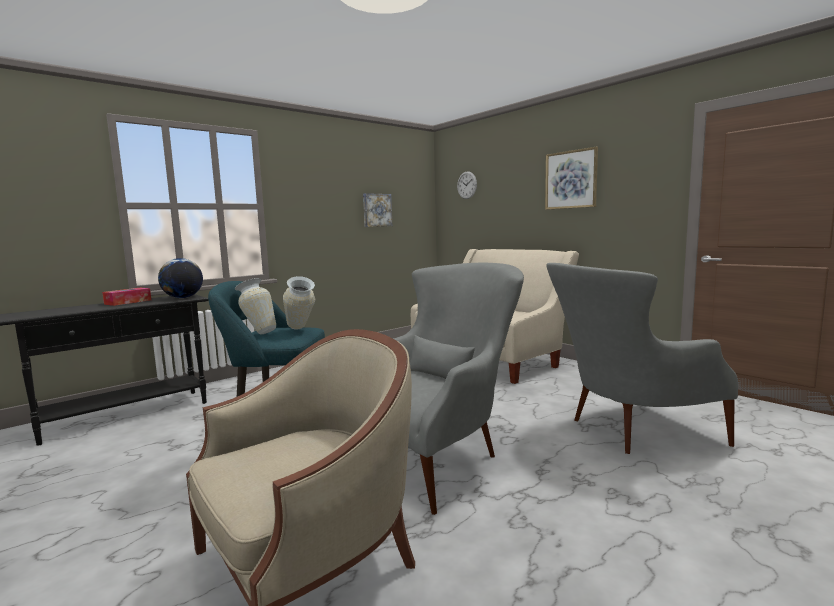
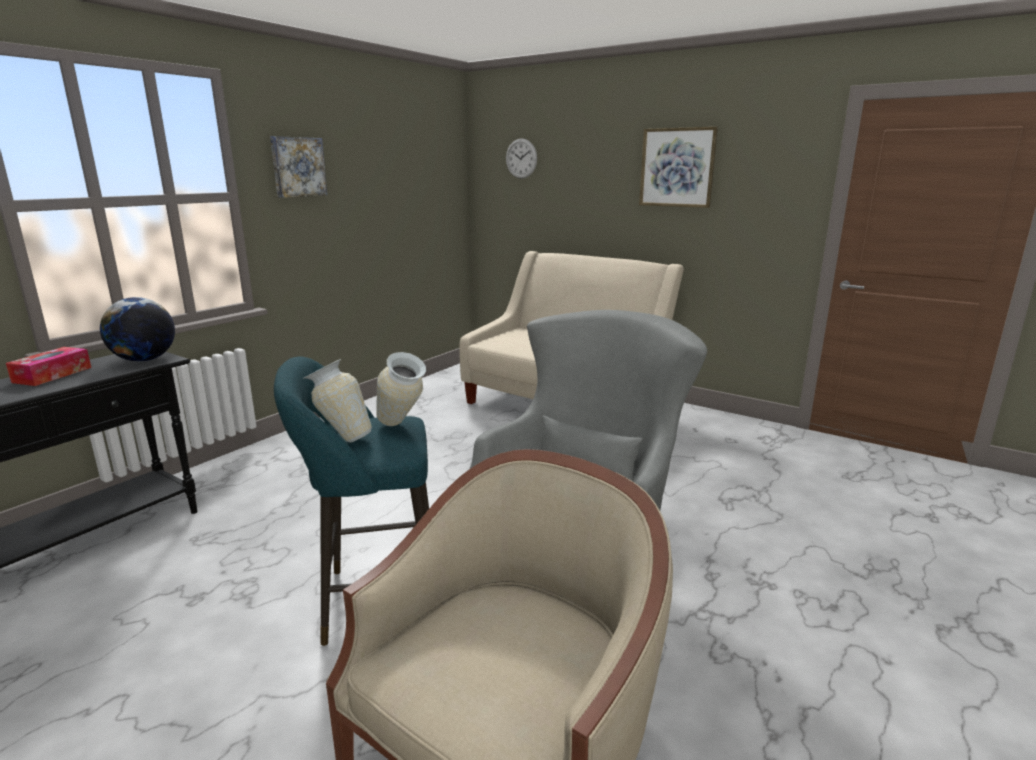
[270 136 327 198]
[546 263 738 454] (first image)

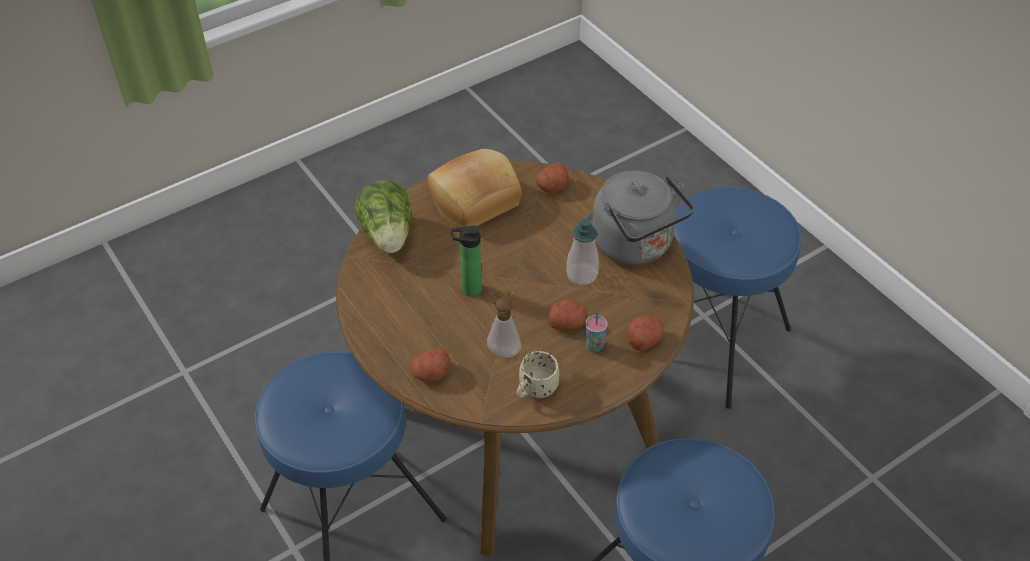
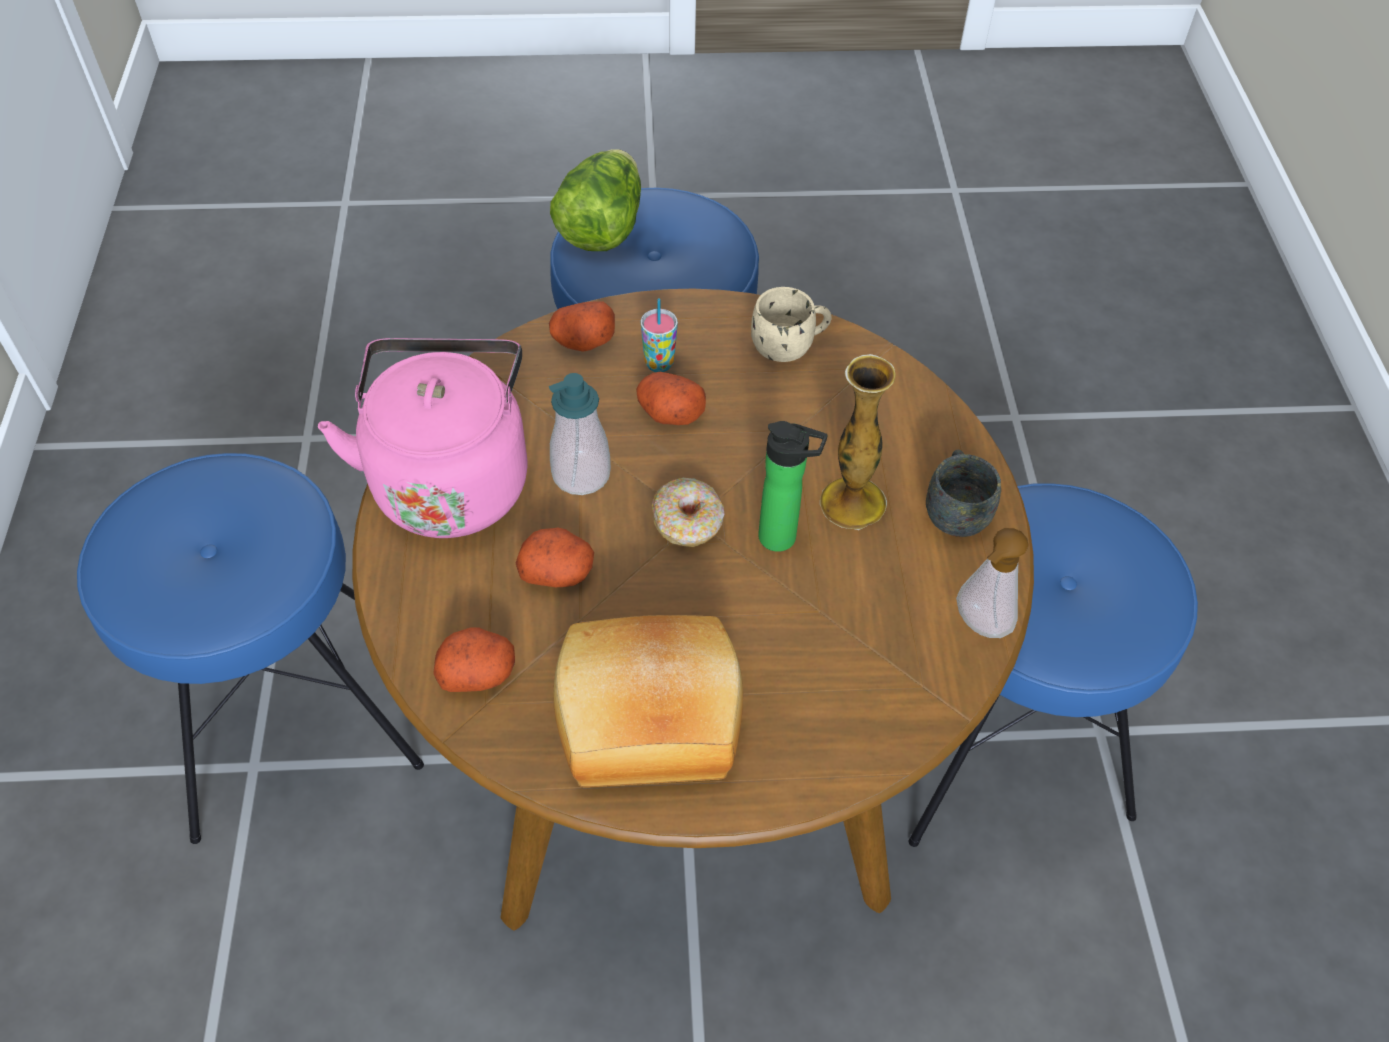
[550 149 641 251]
[516 528 594 587]
[956 528 1029 638]
[318 338 528 538]
[652 478 725 547]
[820 354 896 530]
[926 450 1001 537]

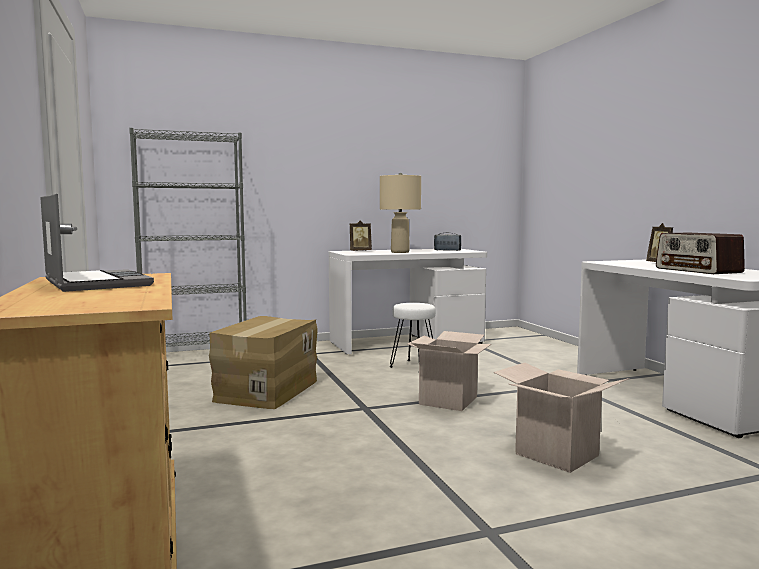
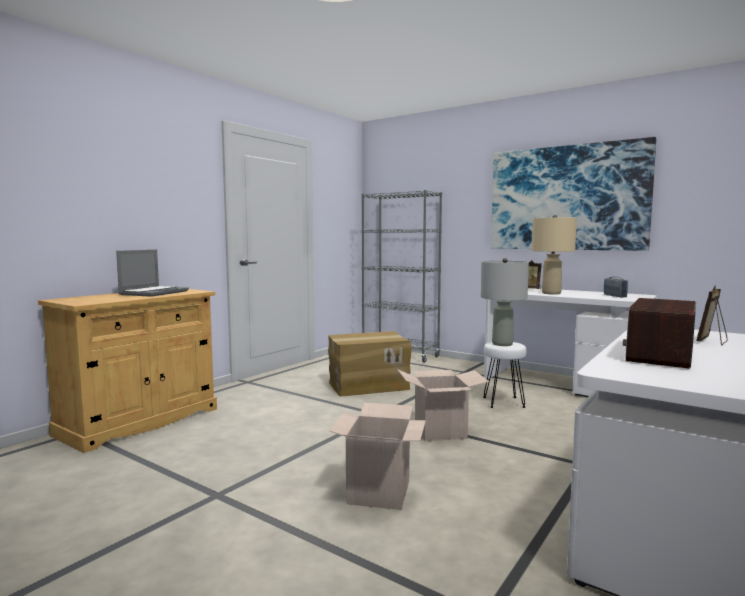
[481 258 529 346]
[491 137 656 251]

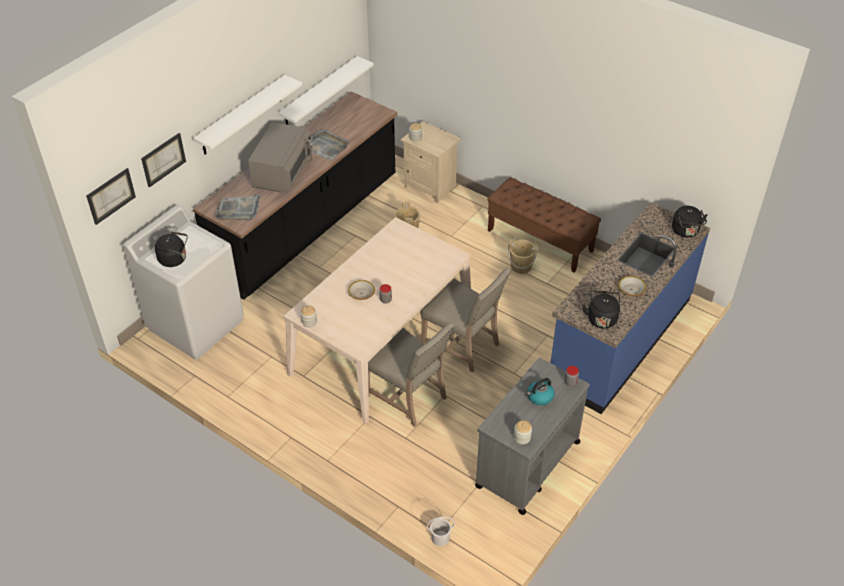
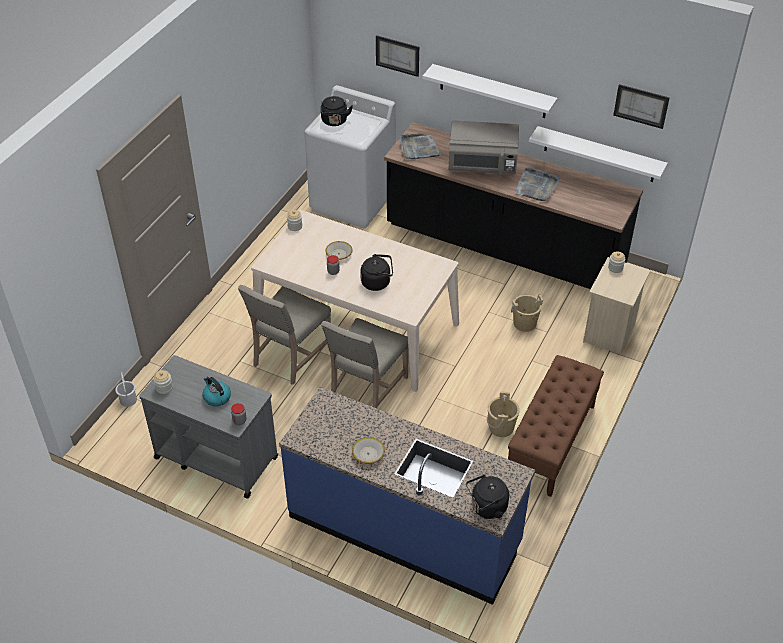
[613 84 670 129]
[360 254 393 291]

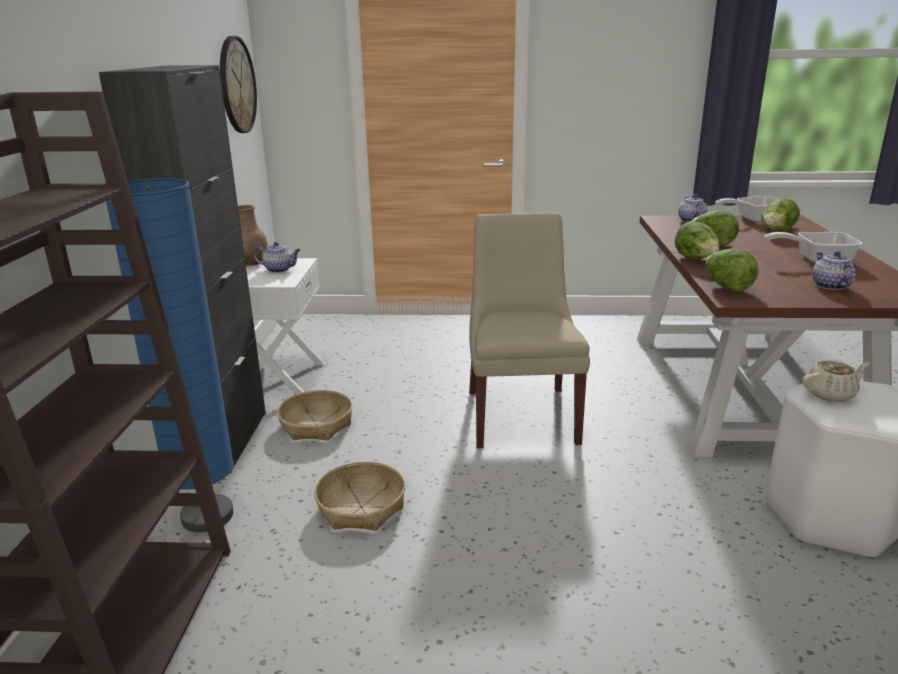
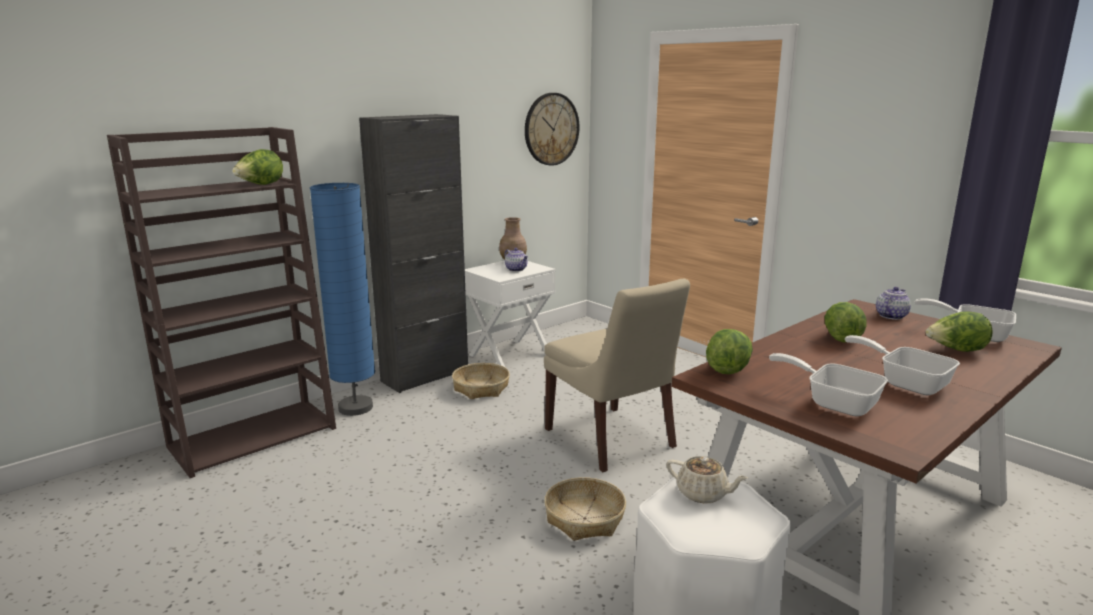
[544 477 626 541]
[544 279 690 472]
[232 149 283 185]
[769 353 888 417]

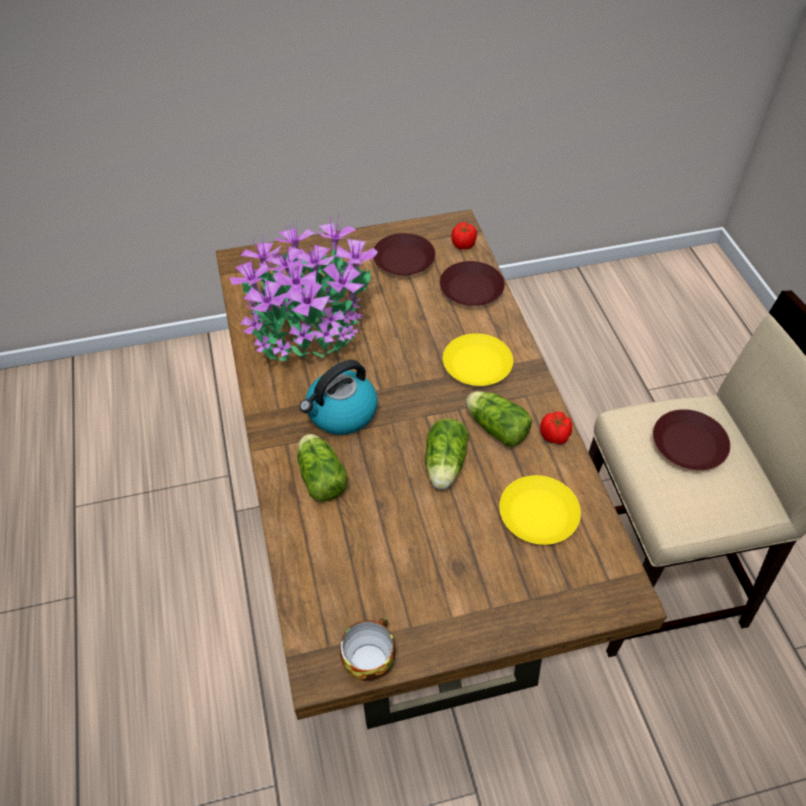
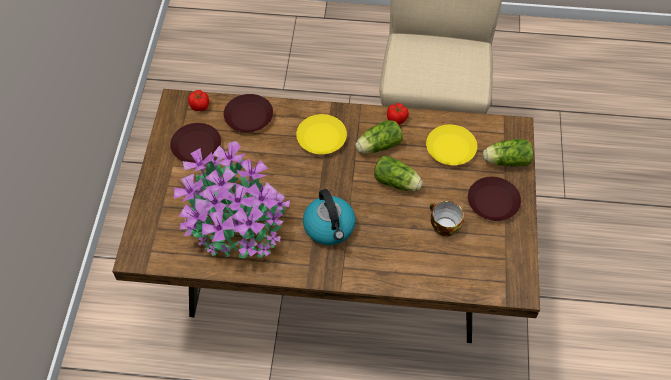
[483 139 533 167]
[430 201 464 237]
[468 177 521 221]

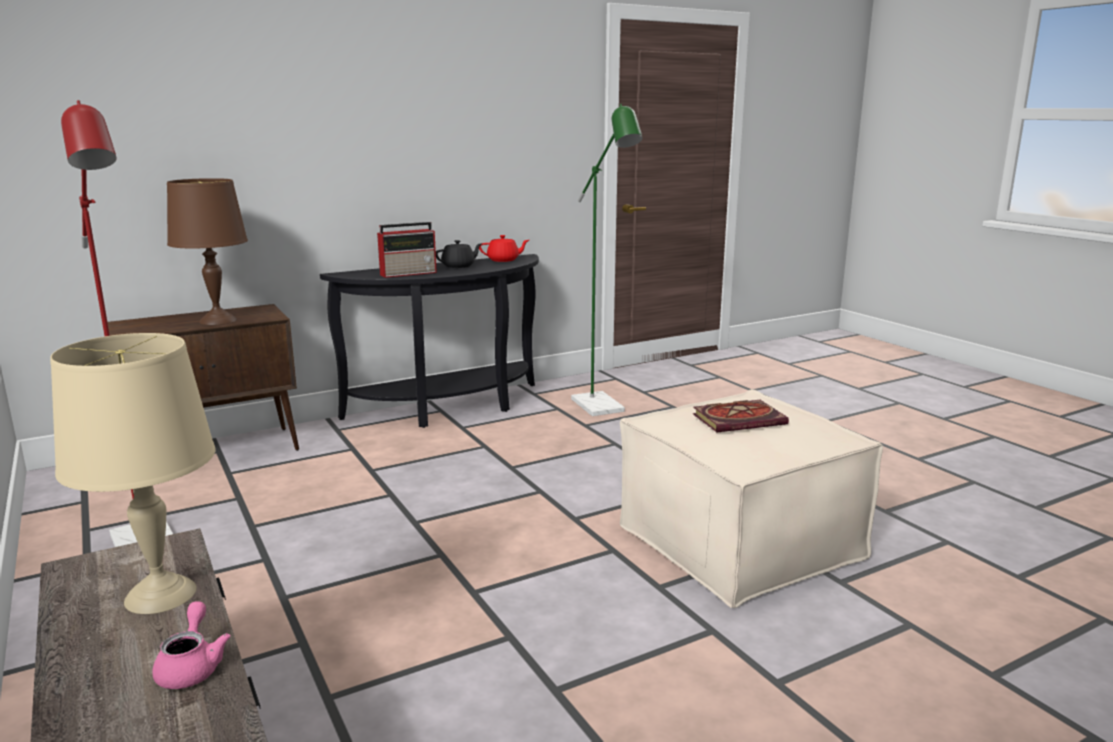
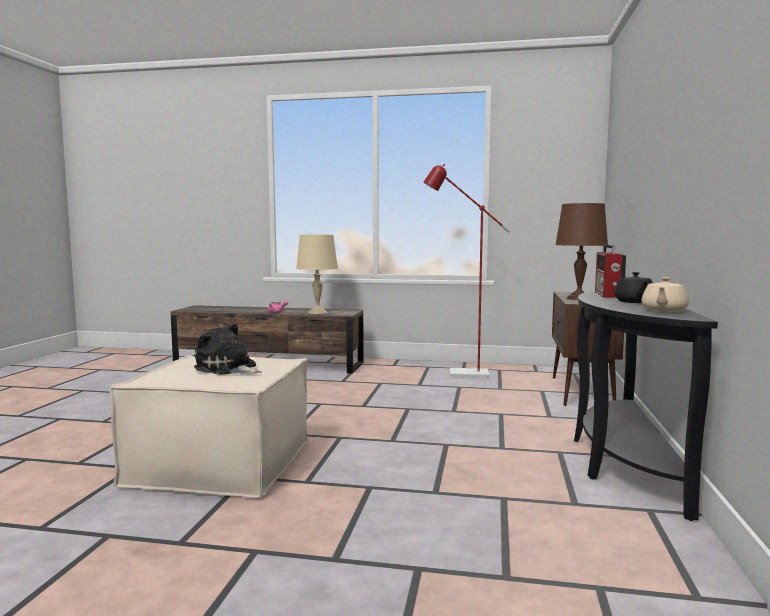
[641 277 689 312]
[571 103 642 416] (first image)
[194 323 262 375]

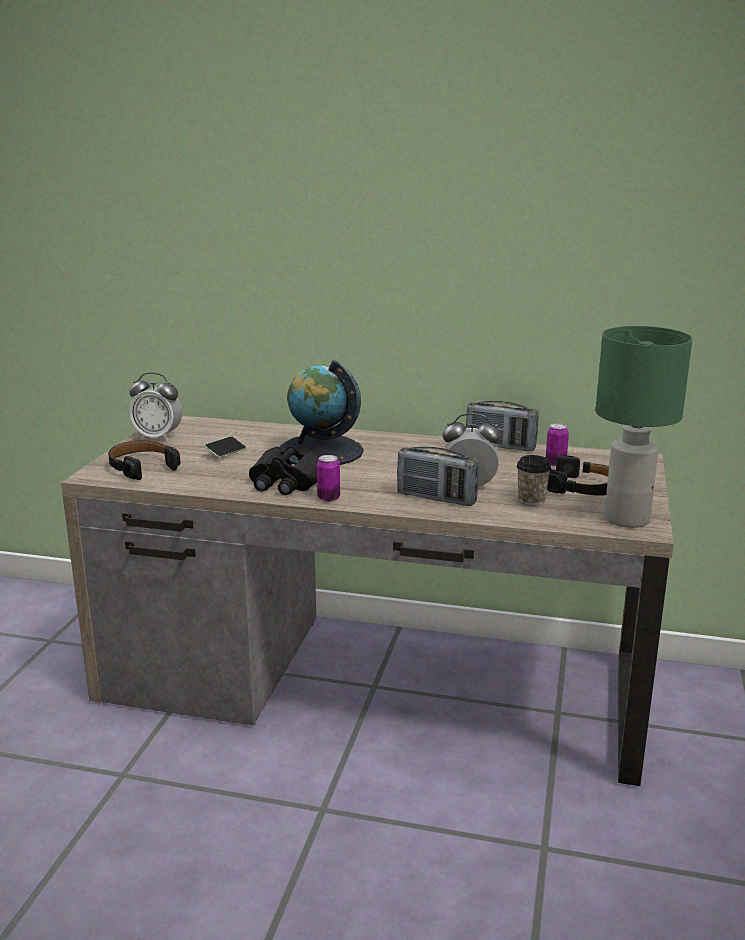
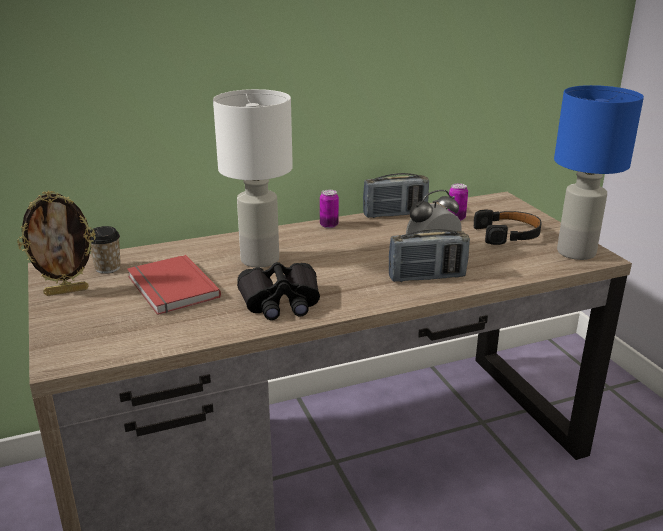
[108 441 180 480] (first image)
[17 191 96 296]
[127 255 221 315]
[213 89 293 268]
[320 190 339 228]
[90 226 121 274]
[554 85 644 260]

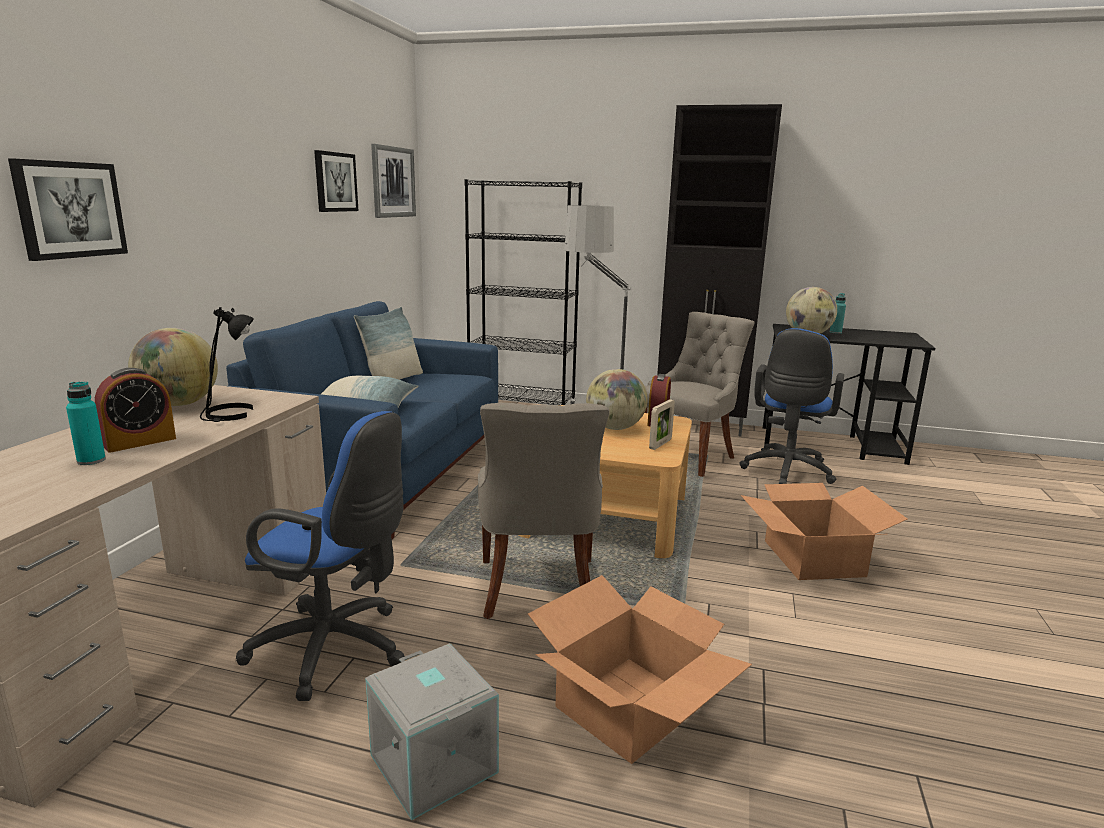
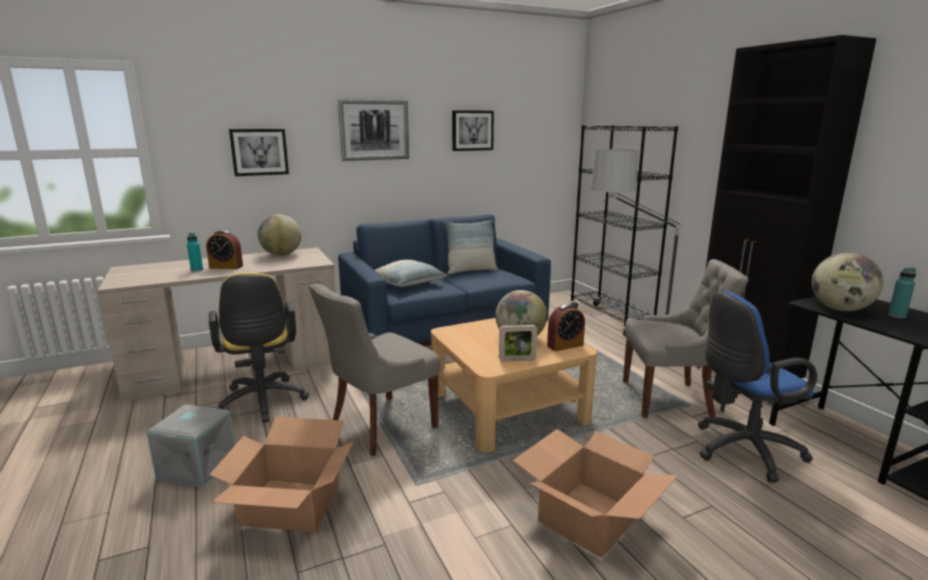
[200 307 254 422] (first image)
[209 273 309 423]
[338 99 409 161]

